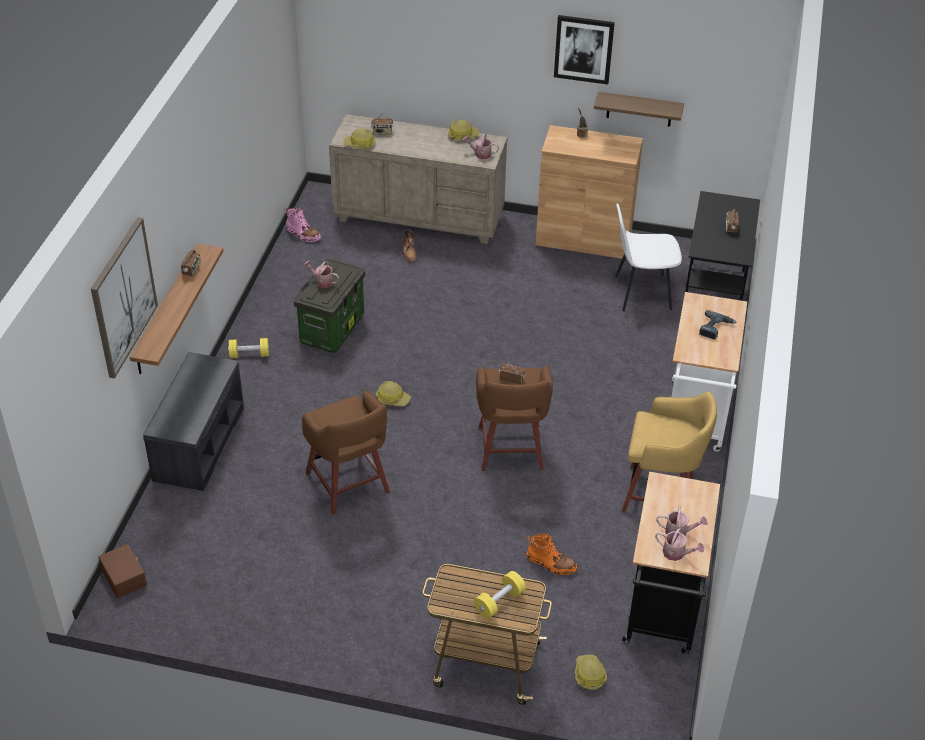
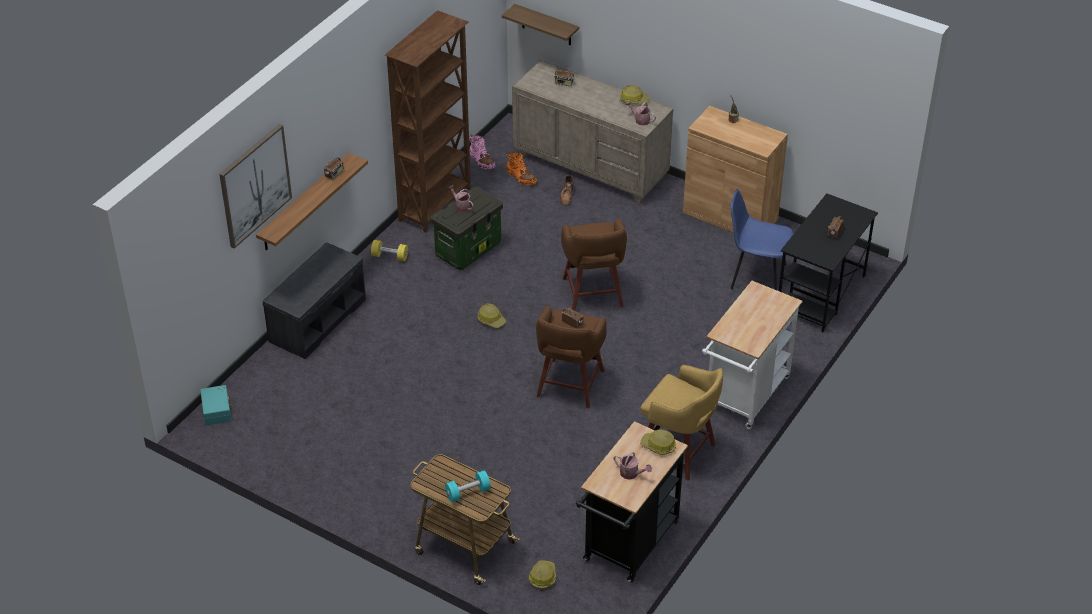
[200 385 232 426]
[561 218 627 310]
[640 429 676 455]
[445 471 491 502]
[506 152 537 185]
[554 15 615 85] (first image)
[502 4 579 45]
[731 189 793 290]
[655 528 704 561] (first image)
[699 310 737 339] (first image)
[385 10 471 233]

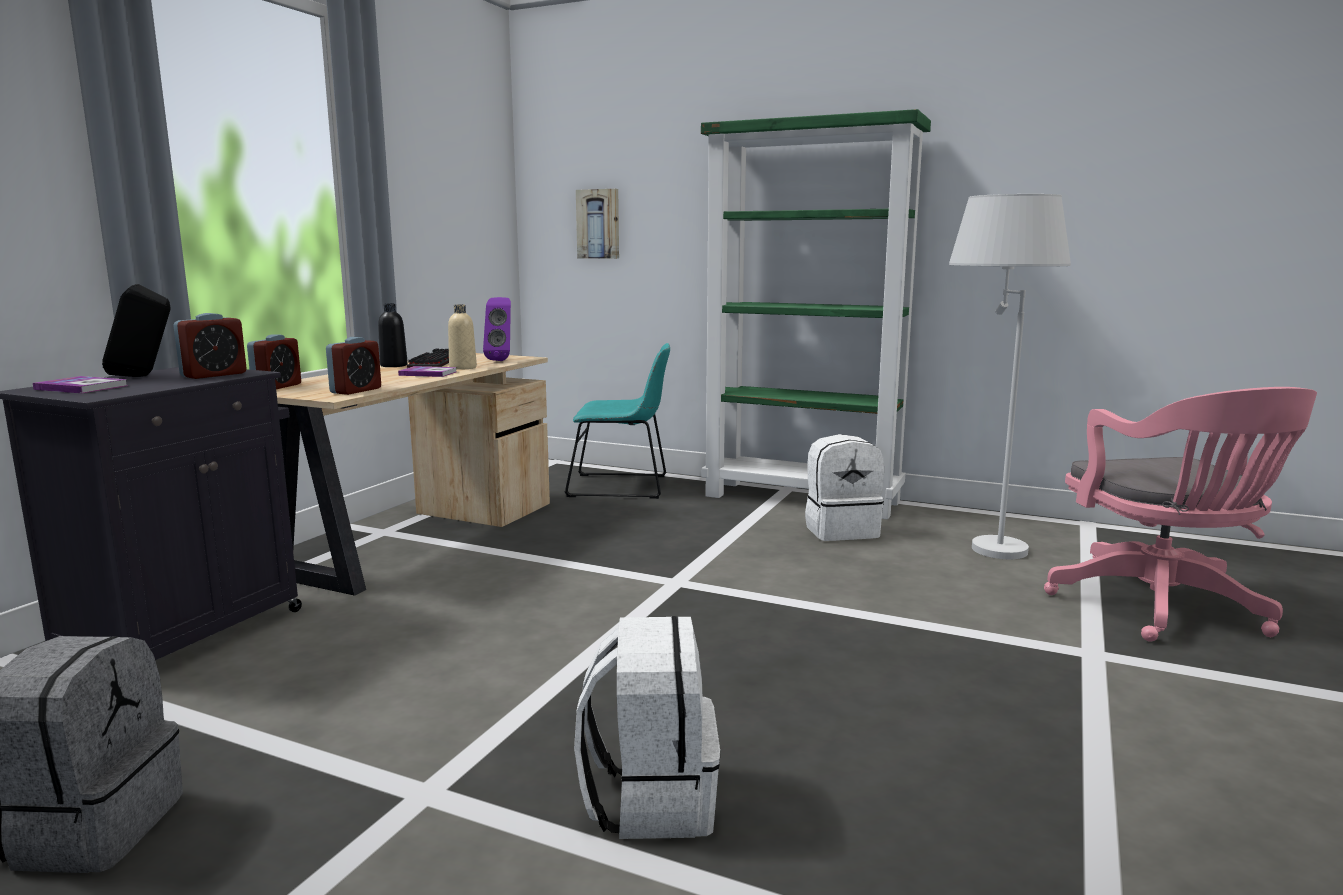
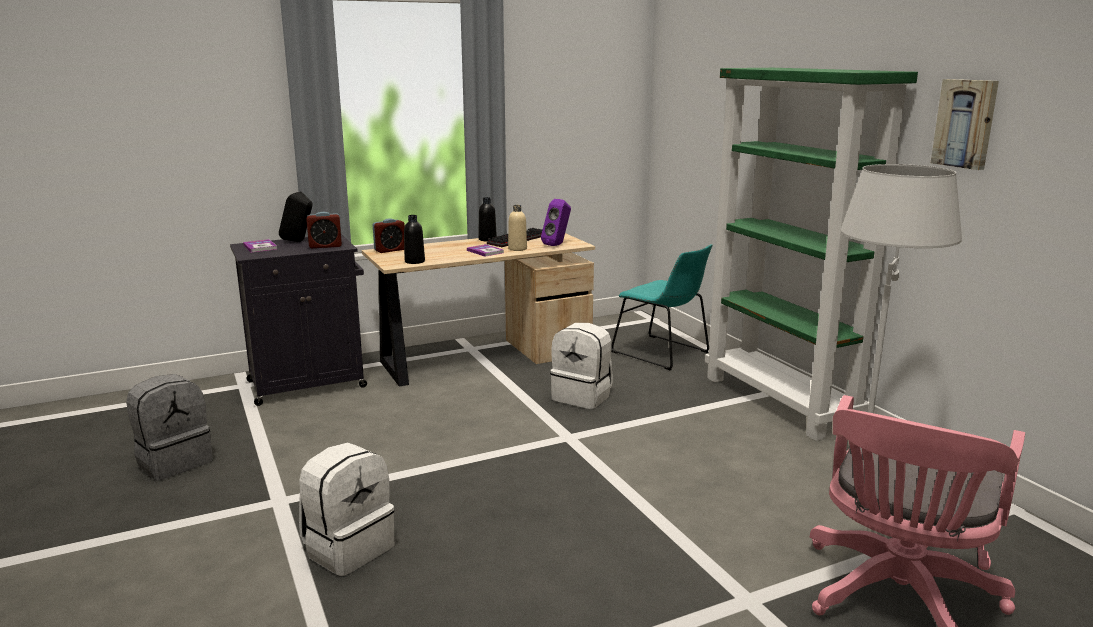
[404 215 425 264]
[931 79 999 170]
[550 323 613 409]

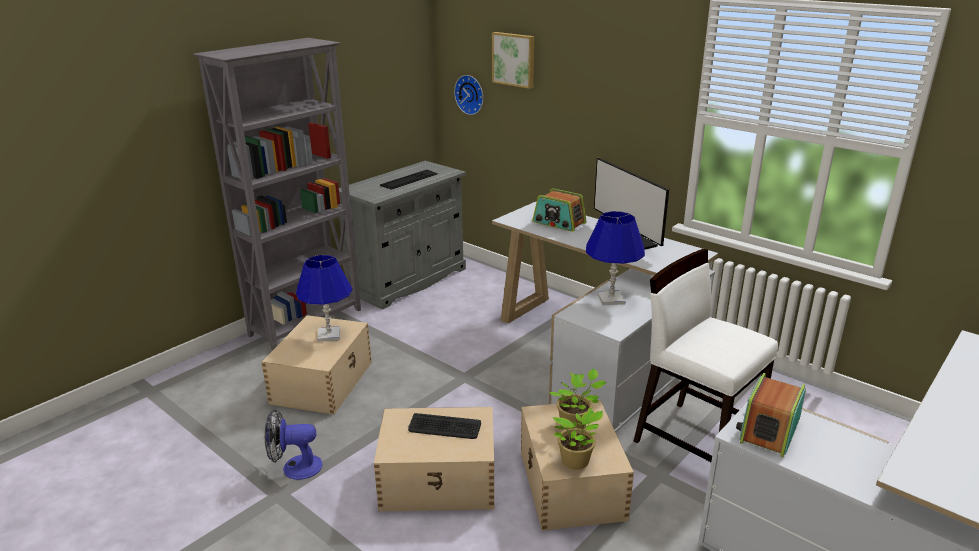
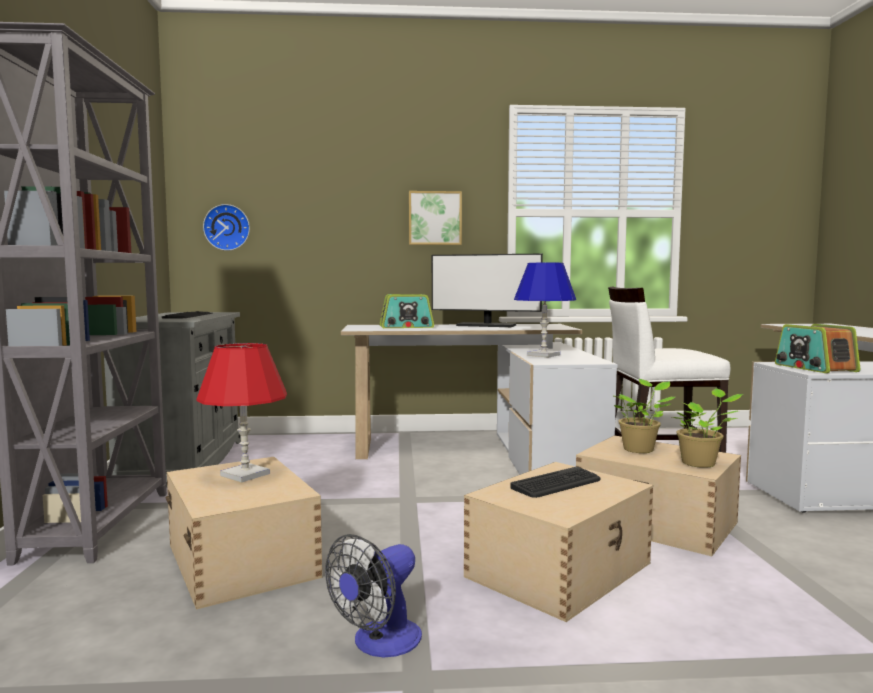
[196 343 287 483]
[409 191 462 245]

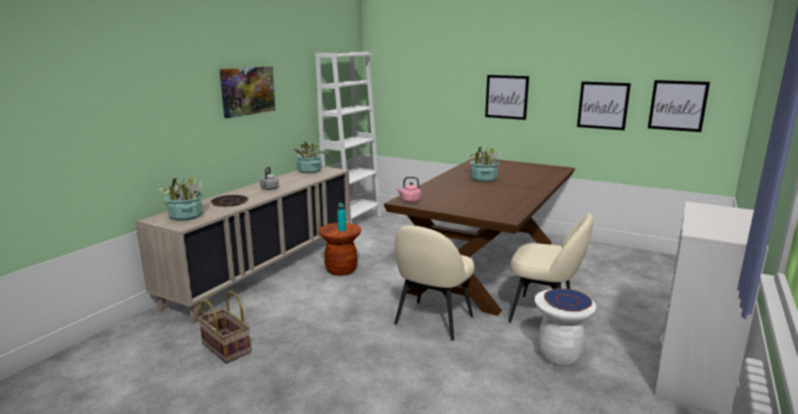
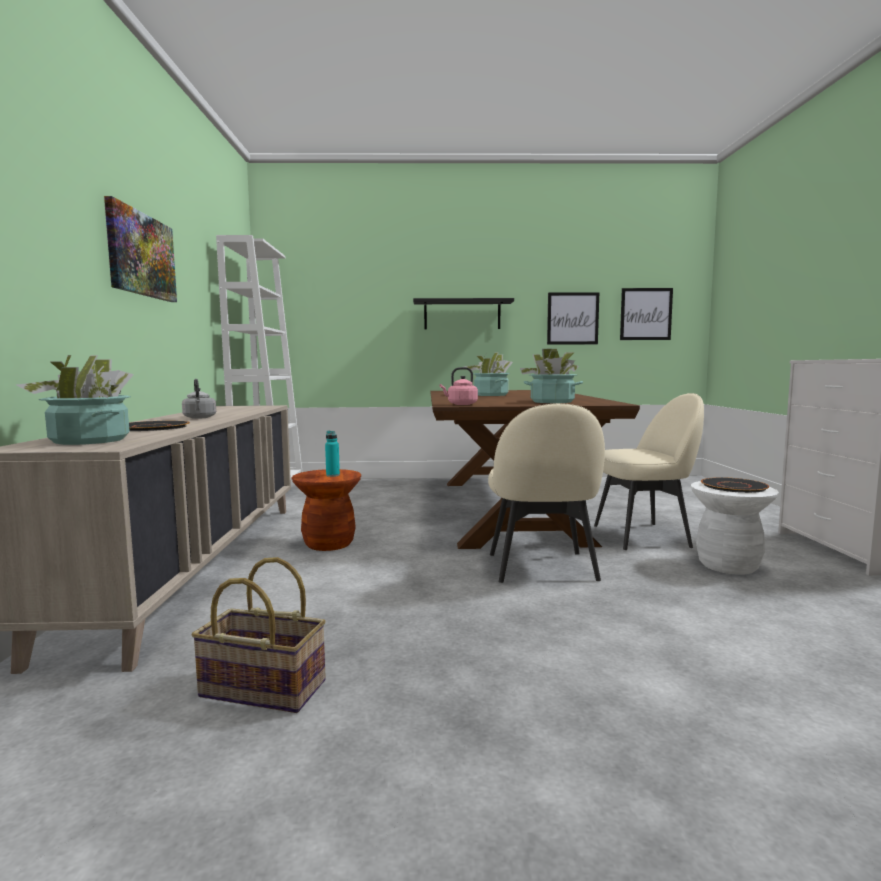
[520 349 583 403]
[413 298 514 329]
[701 477 769 493]

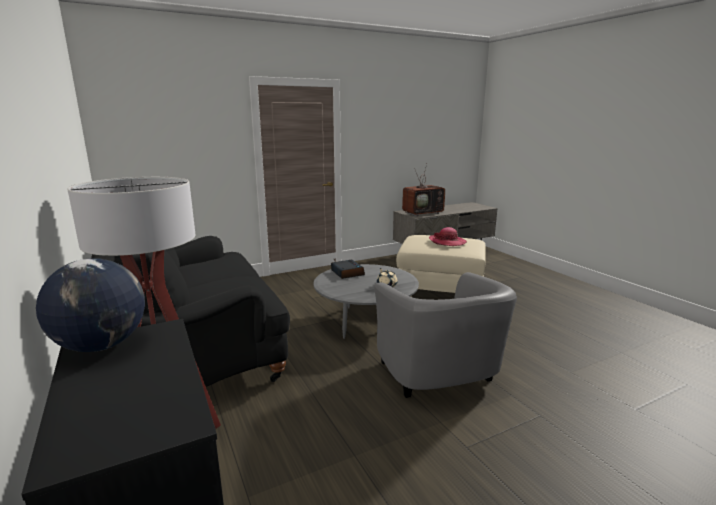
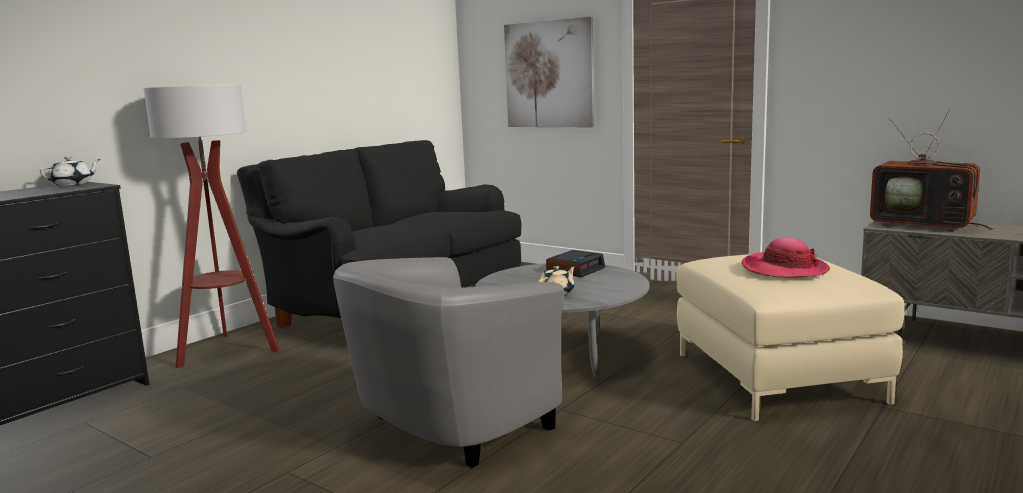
[40 156 101 186]
[504 16 595 127]

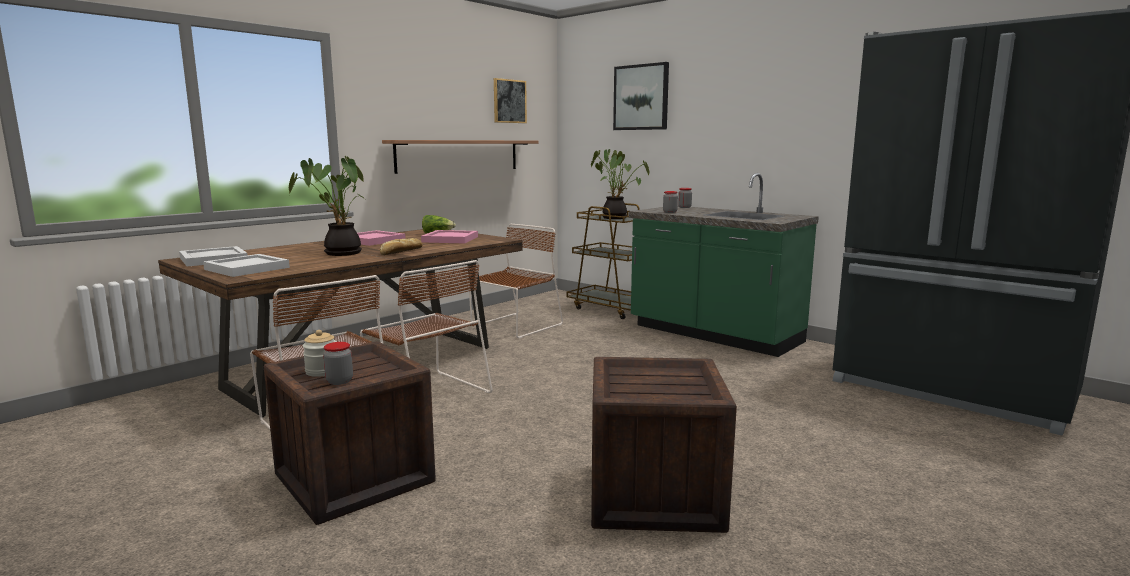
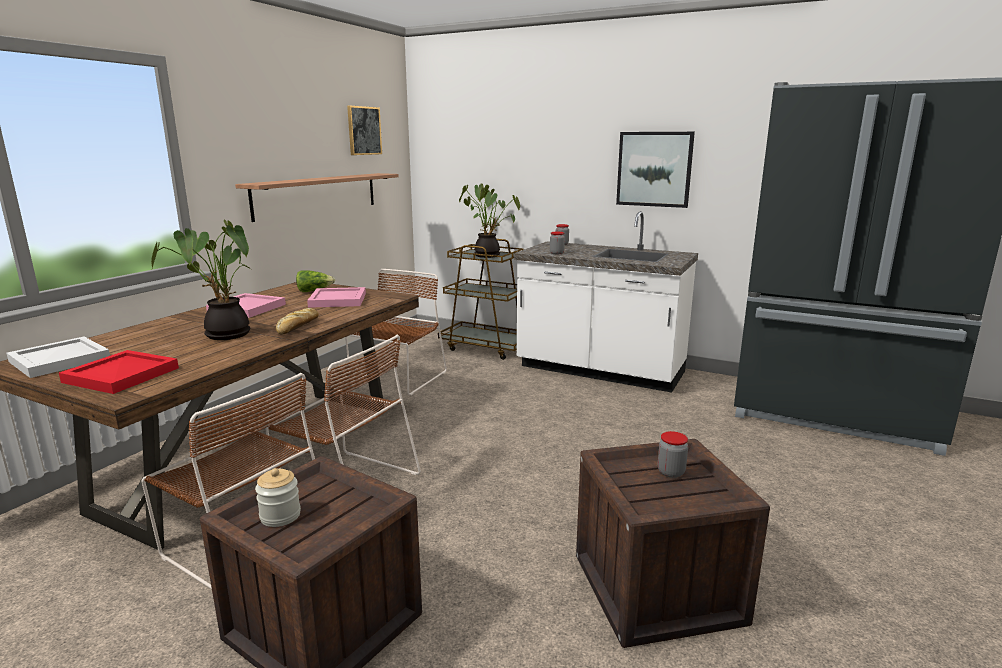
[59 350 179 394]
[658 431 688 478]
[616 132 695 208]
[514 211 698 393]

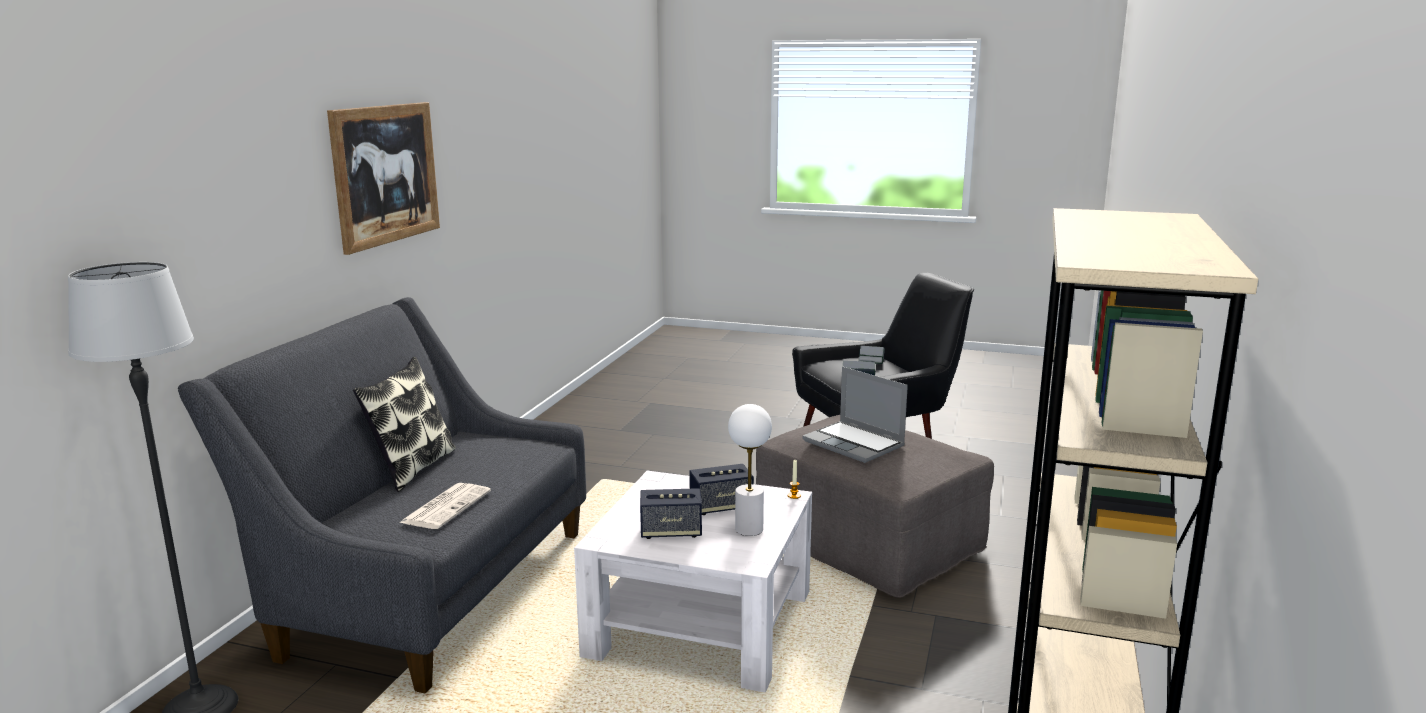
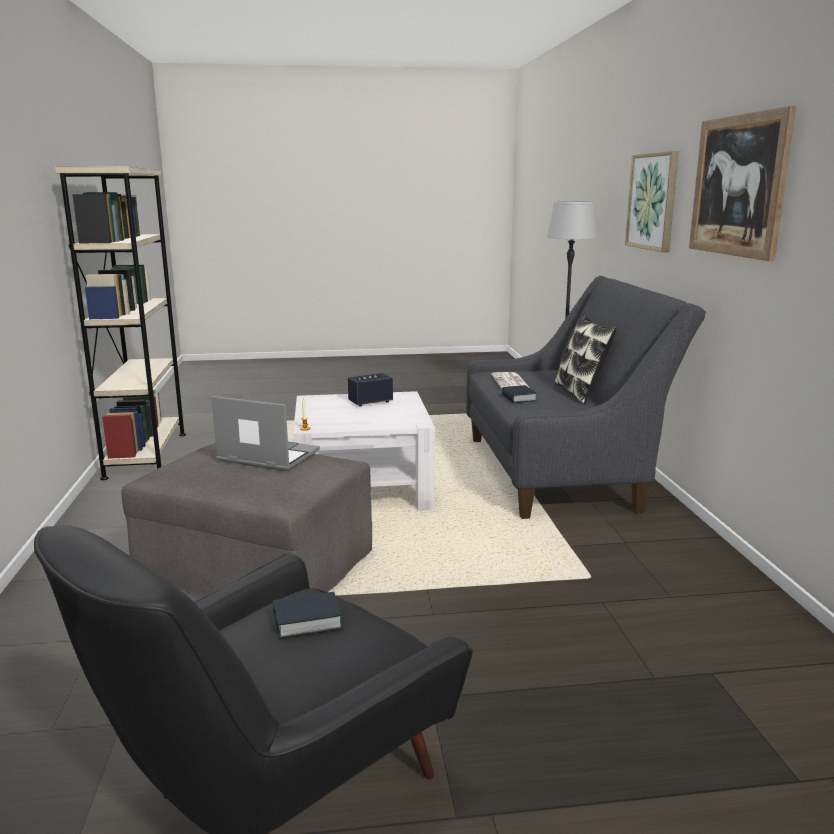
[689 464 754 515] (first image)
[728 404 772 536] (first image)
[502 385 537 403]
[625 151 679 252]

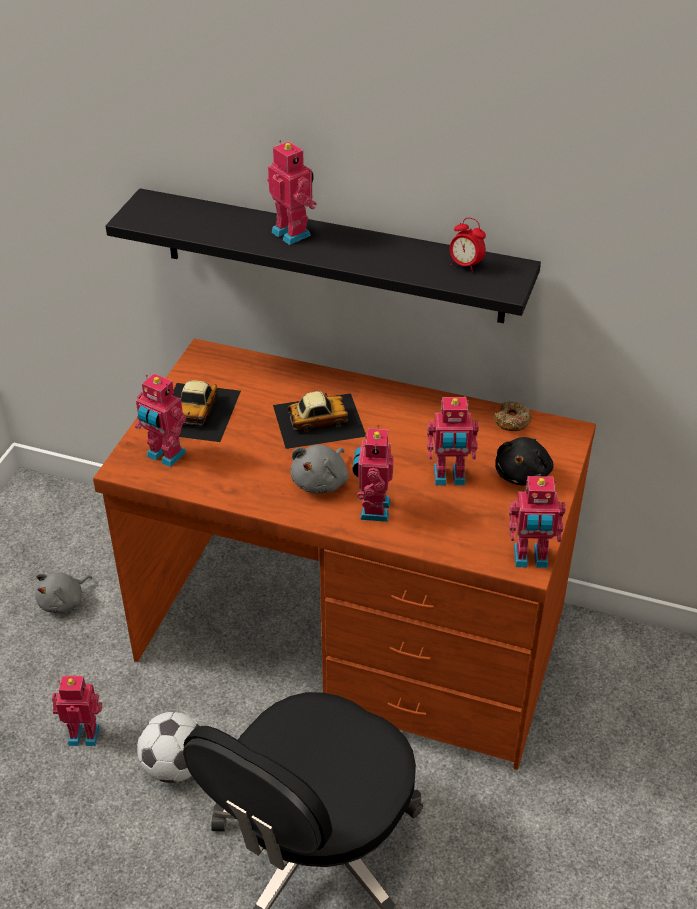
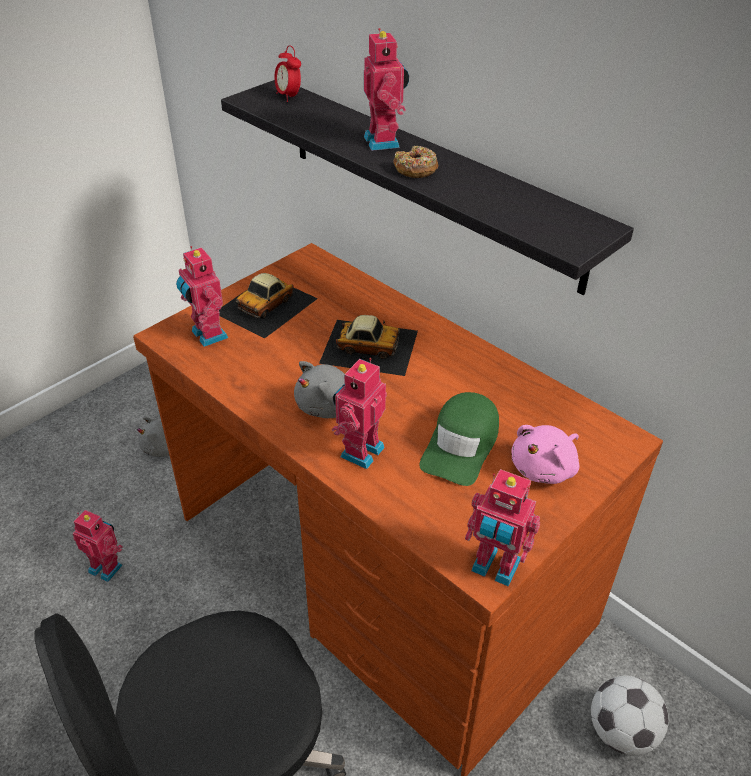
[591 676 668 755]
[420 392 499 486]
[274 45 301 102]
[393 146 438 178]
[511 425 580 484]

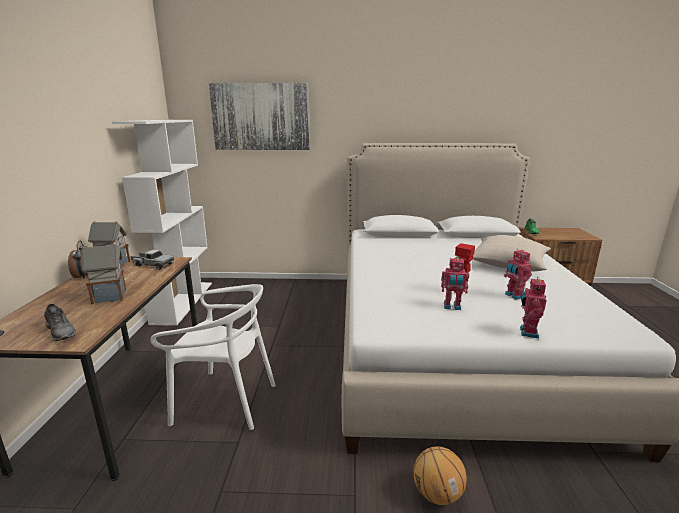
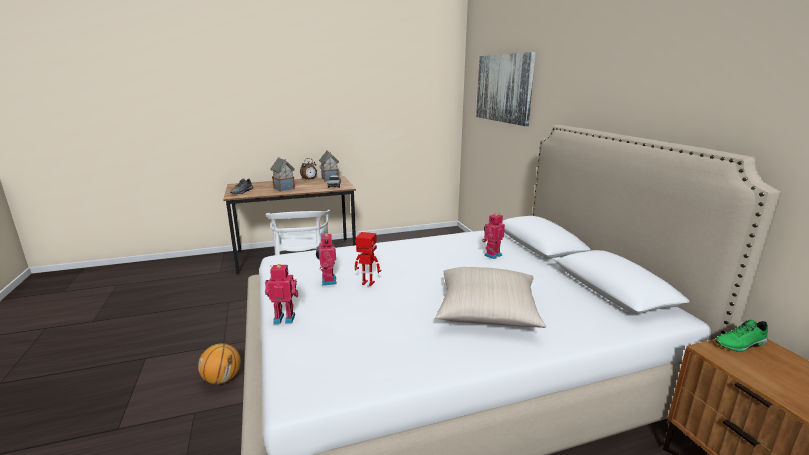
[112 120 212 326] (first image)
[482 213 505 259]

